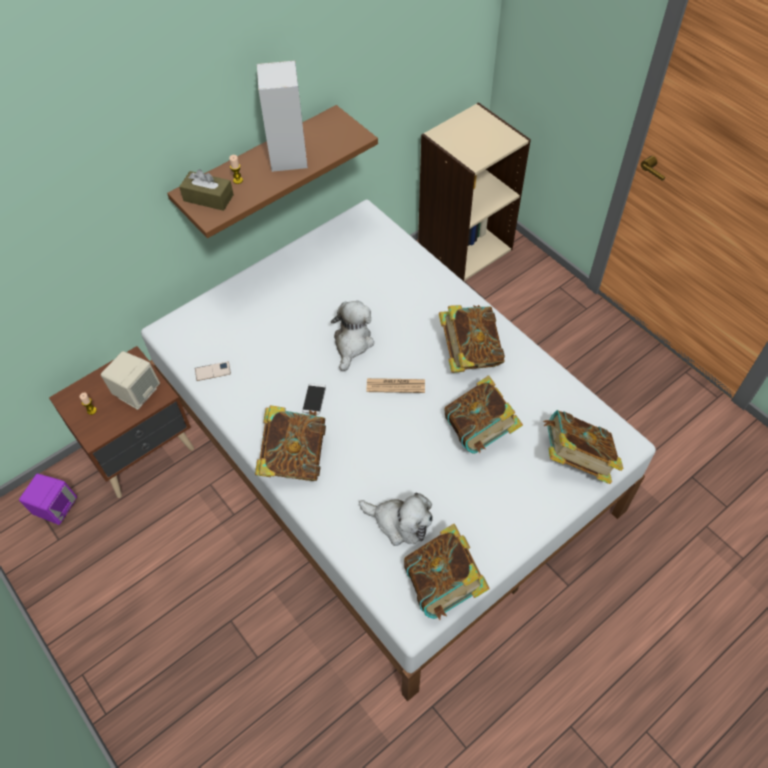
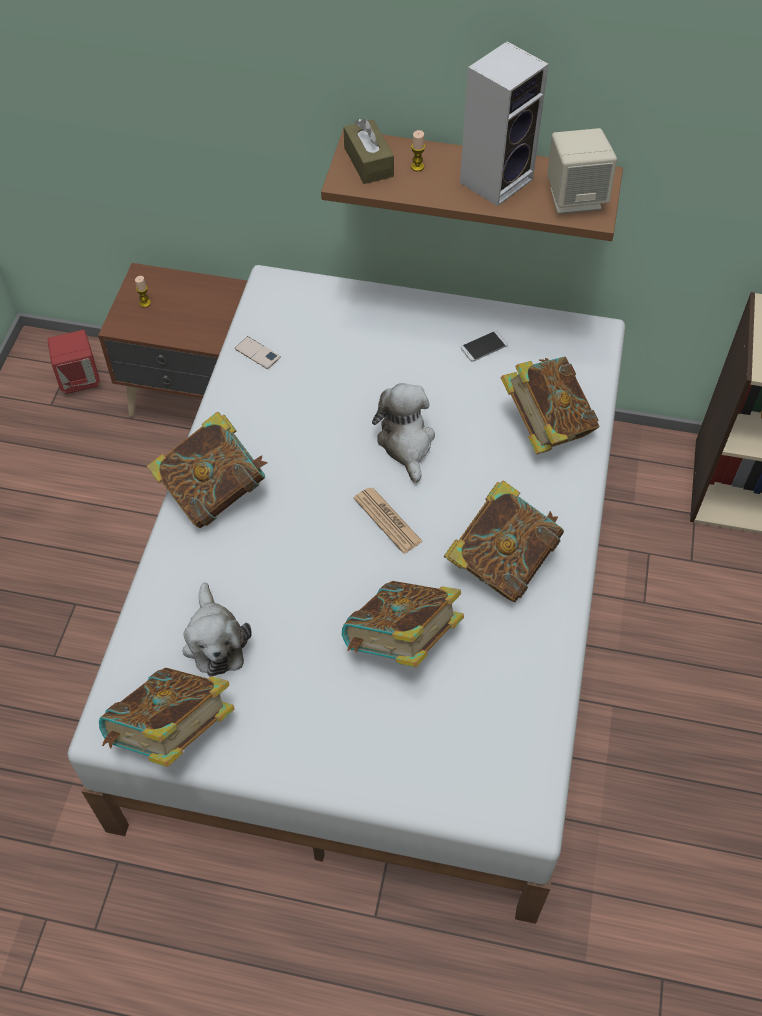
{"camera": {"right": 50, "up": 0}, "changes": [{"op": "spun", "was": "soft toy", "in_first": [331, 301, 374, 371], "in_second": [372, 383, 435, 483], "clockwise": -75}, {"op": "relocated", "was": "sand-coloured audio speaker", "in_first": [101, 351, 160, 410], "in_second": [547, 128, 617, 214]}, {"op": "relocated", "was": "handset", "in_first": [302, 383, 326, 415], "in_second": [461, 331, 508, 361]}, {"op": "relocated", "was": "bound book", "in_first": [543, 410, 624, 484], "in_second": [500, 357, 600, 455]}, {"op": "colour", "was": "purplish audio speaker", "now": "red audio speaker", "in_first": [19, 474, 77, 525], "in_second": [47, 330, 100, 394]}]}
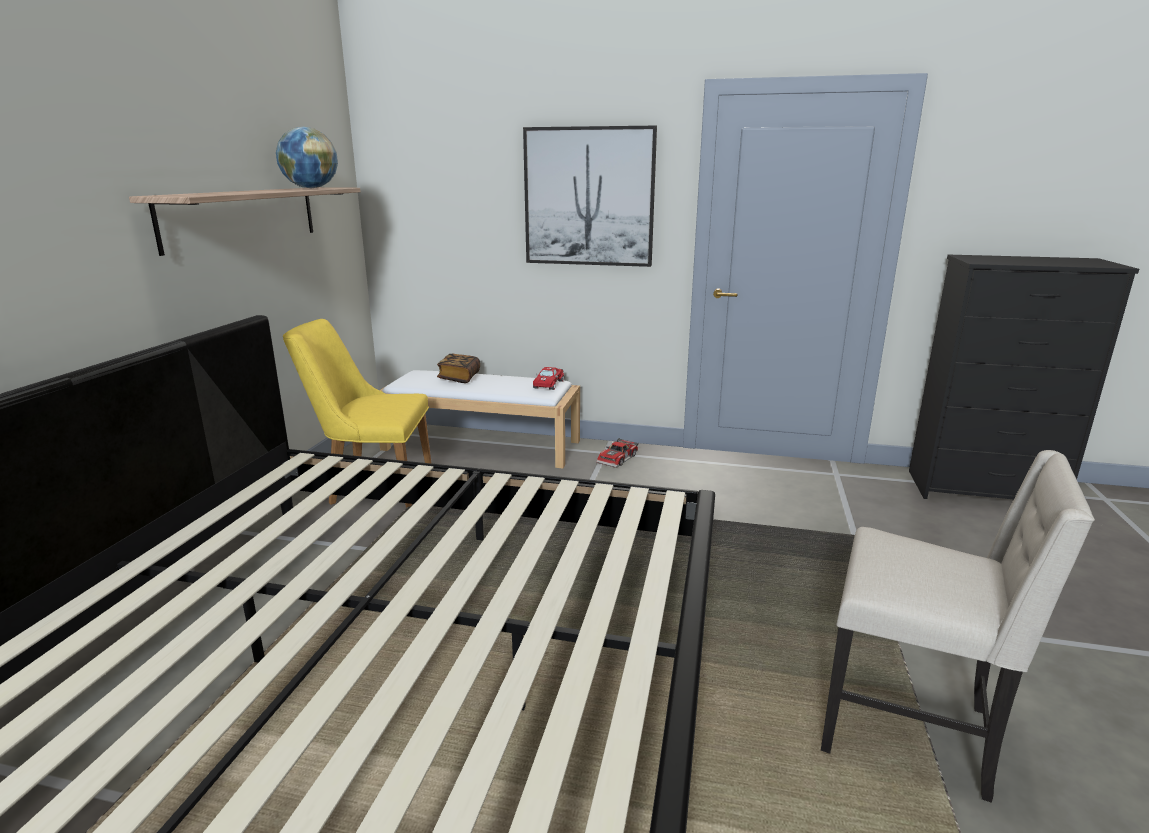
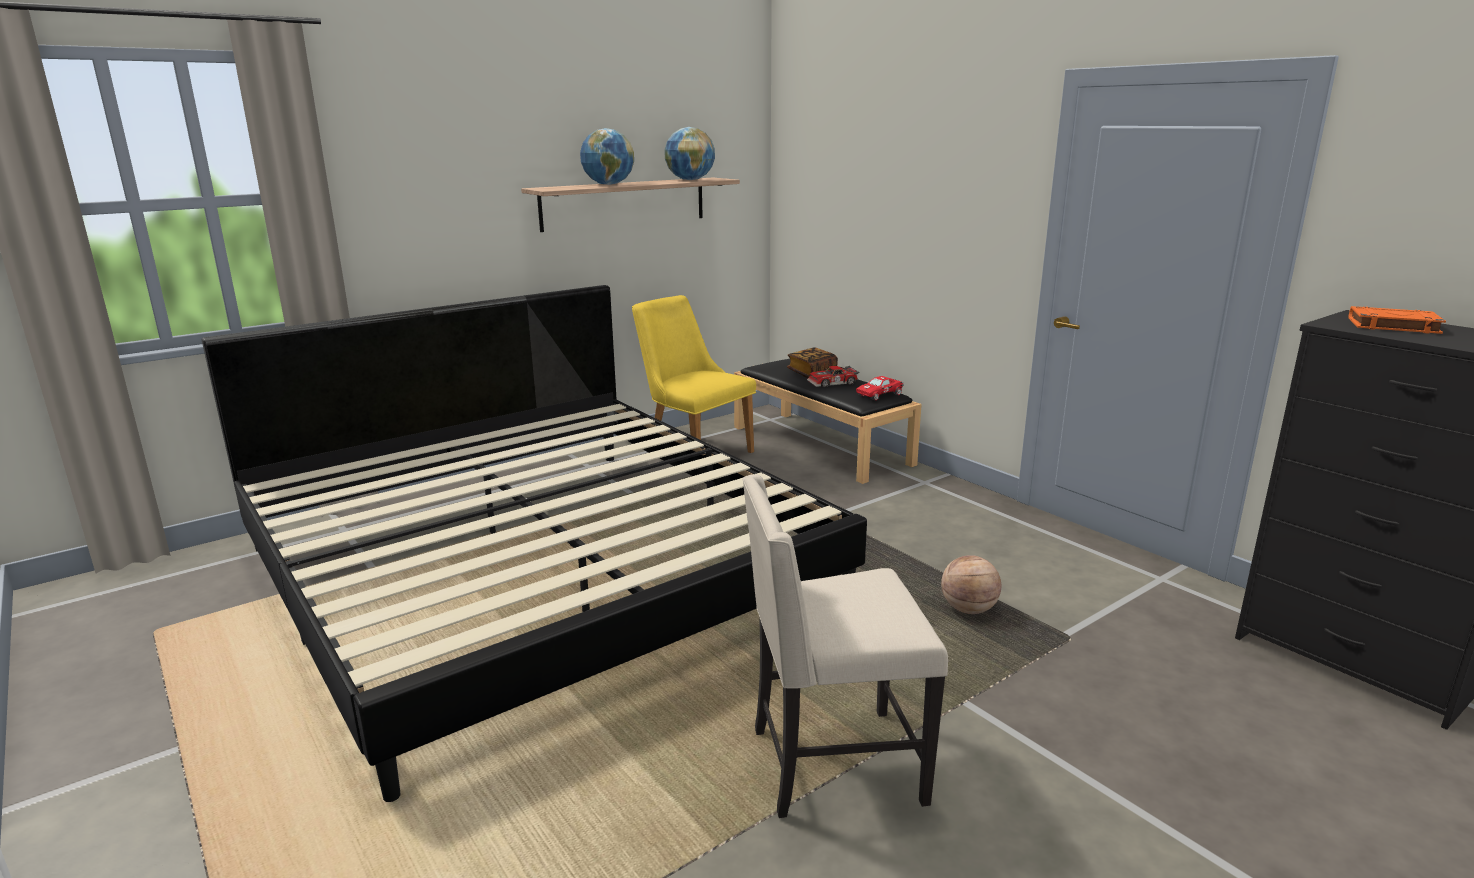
{"camera": {"right": 40, "up": 0}, "changes": [{"op": "missing", "was": "wall art", "in_first": [523, 126, 657, 267]}, {"op": "colour", "was": "white-coloured bench", "now": "blackish bench", "in_first": [379, 370, 580, 468], "in_second": [734, 359, 922, 484]}, {"op": "relocated", "was": "toy car", "in_first": [596, 438, 639, 468], "in_second": [807, 366, 860, 387]}, {"op": "spun", "was": "sand-coloured upright chair", "in_first": [821, 450, 1095, 803], "in_second": [742, 474, 948, 818], "clockwise": 105}, {"op": "appeared", "now": "globe", "in_second": [580, 128, 634, 185]}, {"op": "appeared", "now": "orangey bound book", "in_second": [1348, 306, 1446, 334]}, {"op": "appeared", "now": "basketball", "in_second": [941, 555, 1001, 614]}]}
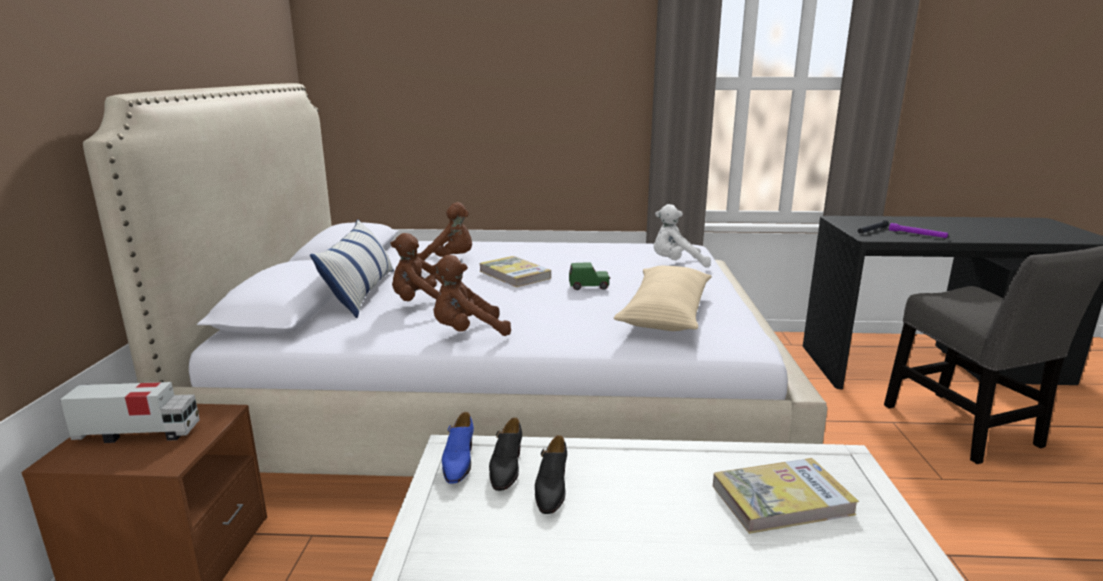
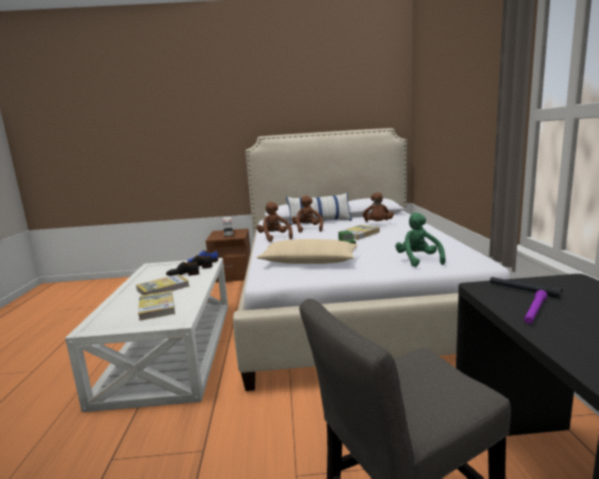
{"camera": {"right": 85, "up": -5}, "changes": [{"op": "colour", "was": "white-coloured soft toy", "now": "greenish soft toy", "in_first": [654, 204, 711, 268], "in_second": [395, 212, 446, 267]}, {"op": "appeared", "now": "bound book", "in_second": [136, 274, 189, 295]}]}
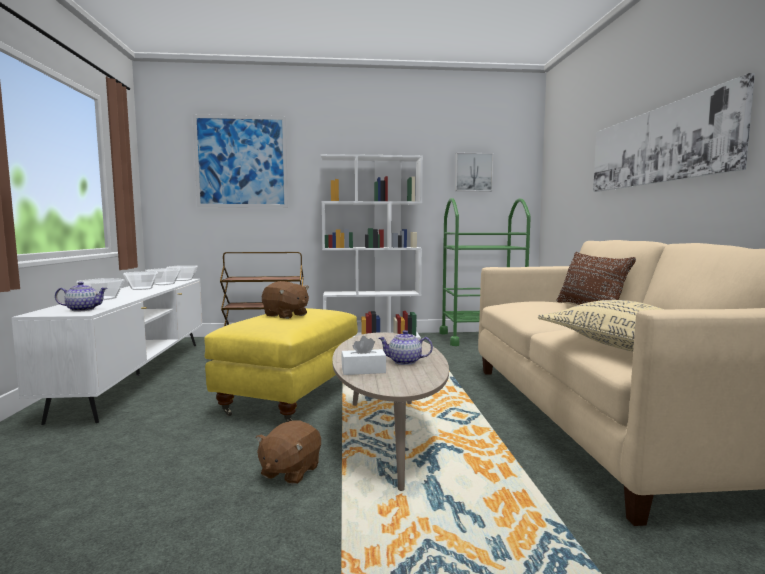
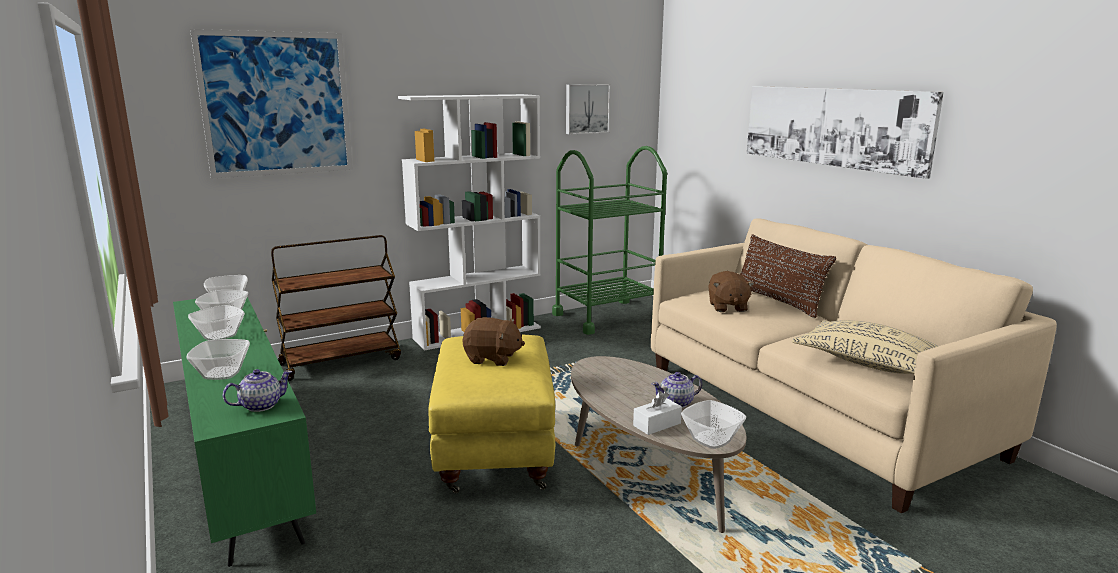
{"camera": {"right": -25, "up": 10}, "changes": [{"op": "colour", "was": "white-coloured tv unit", "now": "greenish tv unit", "in_first": [11, 279, 202, 425], "in_second": [173, 297, 316, 567]}, {"op": "relocated", "was": "brown-coloured soft toy", "in_first": [256, 420, 321, 485], "in_second": [708, 271, 754, 312]}, {"op": "appeared", "now": "bowl", "in_second": [681, 400, 746, 449]}]}
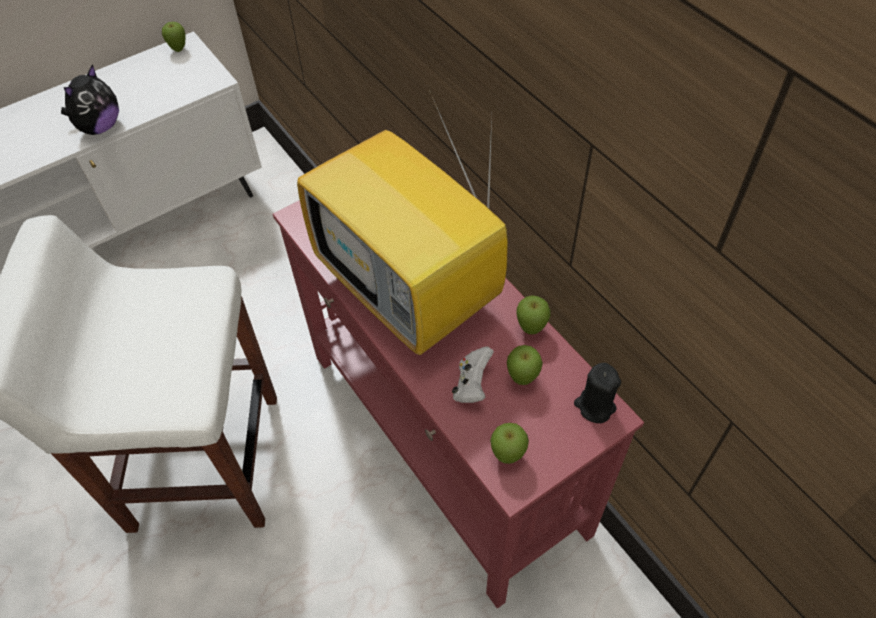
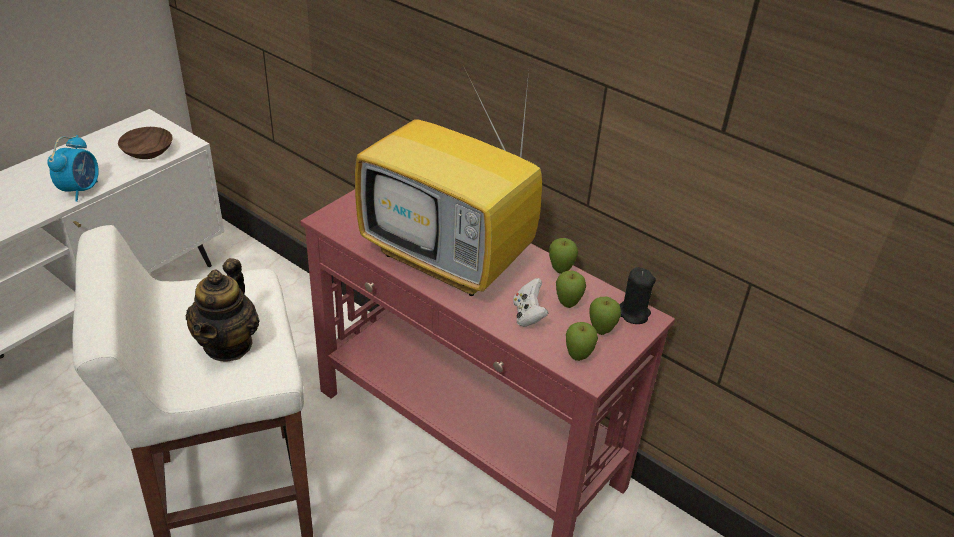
{"camera": {"right": -20, "up": -15}, "changes": [{"op": "relocated", "was": "whole apple", "in_first": [162, 22, 186, 52], "in_second": [590, 297, 621, 335]}, {"op": "exchanged", "was": "soft toy", "now": "table clock", "in_first": [61, 64, 119, 135], "in_second": [47, 135, 99, 202]}, {"op": "appeared", "now": "brown-coloured bowl", "in_second": [118, 127, 173, 159]}, {"op": "appeared", "now": "pot for tea", "in_second": [185, 258, 260, 362]}]}
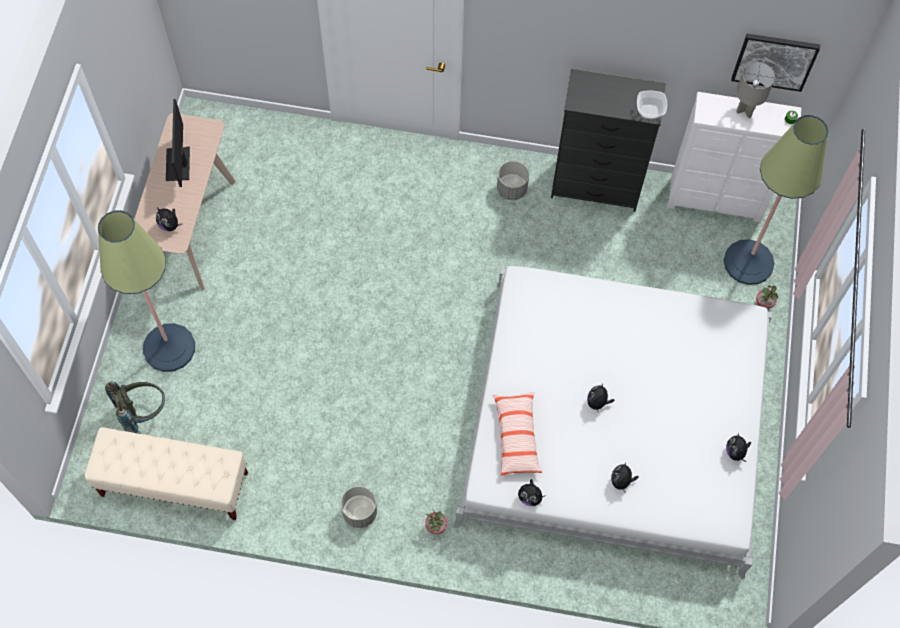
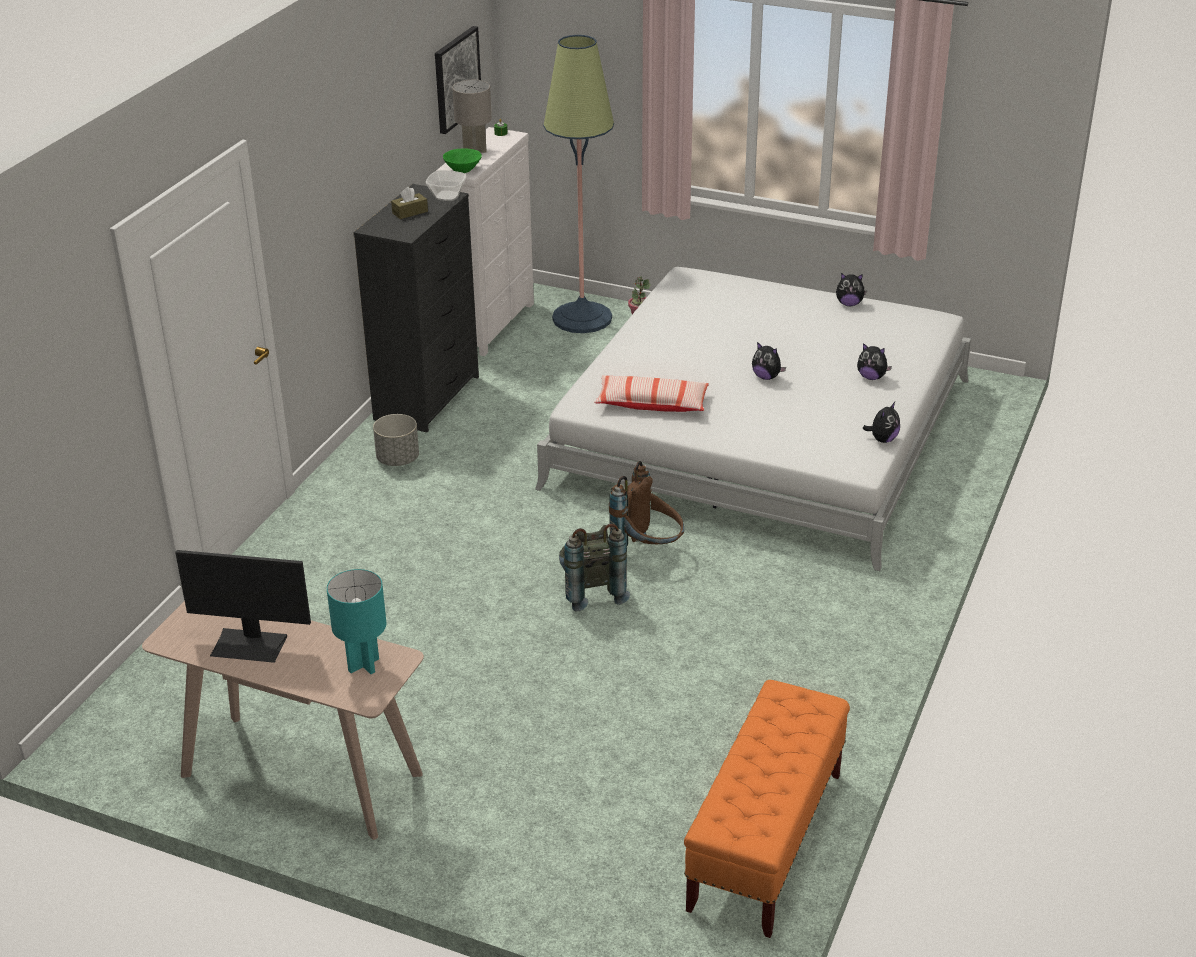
{"camera": {"right": -75, "up": -30}, "changes": [{"op": "exchanged", "was": "soft toy", "now": "blue-green lamp for a table", "in_first": [156, 208, 182, 231], "in_second": [327, 569, 387, 674]}, {"op": "missing", "was": "standing lamp", "in_first": [98, 210, 195, 372]}, {"op": "relocated", "was": "greyish knapsack", "in_first": [105, 381, 165, 434], "in_second": [559, 523, 630, 612]}, {"op": "relocated", "was": "pillow", "in_first": [493, 392, 542, 476], "in_second": [594, 375, 709, 412]}, {"op": "colour", "was": "sand-coloured bench", "now": "orangey bench", "in_first": [85, 427, 248, 520], "in_second": [684, 680, 850, 938]}, {"op": "missing", "was": "greyish plant pot", "in_first": [341, 486, 377, 528]}, {"op": "missing", "was": "houseplant", "in_first": [425, 510, 447, 534]}, {"op": "appeared", "now": "greenish bowl", "in_second": [443, 149, 482, 173]}, {"op": "appeared", "now": "brown-coloured tissue holder", "in_second": [391, 187, 428, 219]}, {"op": "appeared", "now": "brown-coloured knapsack", "in_second": [609, 461, 684, 546]}]}
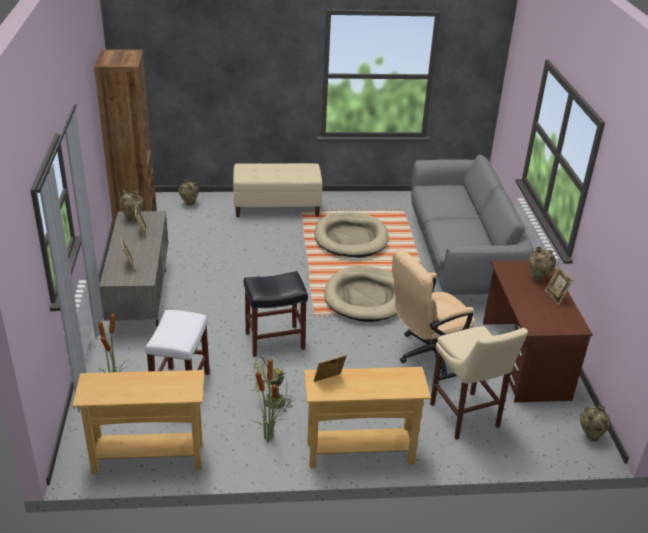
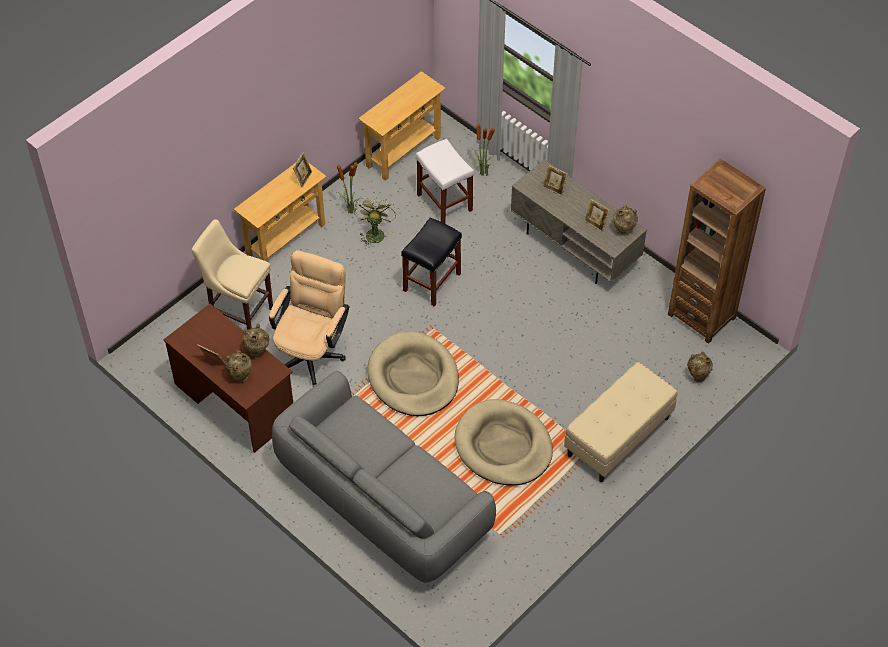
{"camera": {"right": 140, "up": 20}, "changes": [{"op": "relocated", "was": "sand-coloured decorative vase", "in_first": [580, 405, 611, 441], "in_second": [243, 324, 269, 357]}]}
